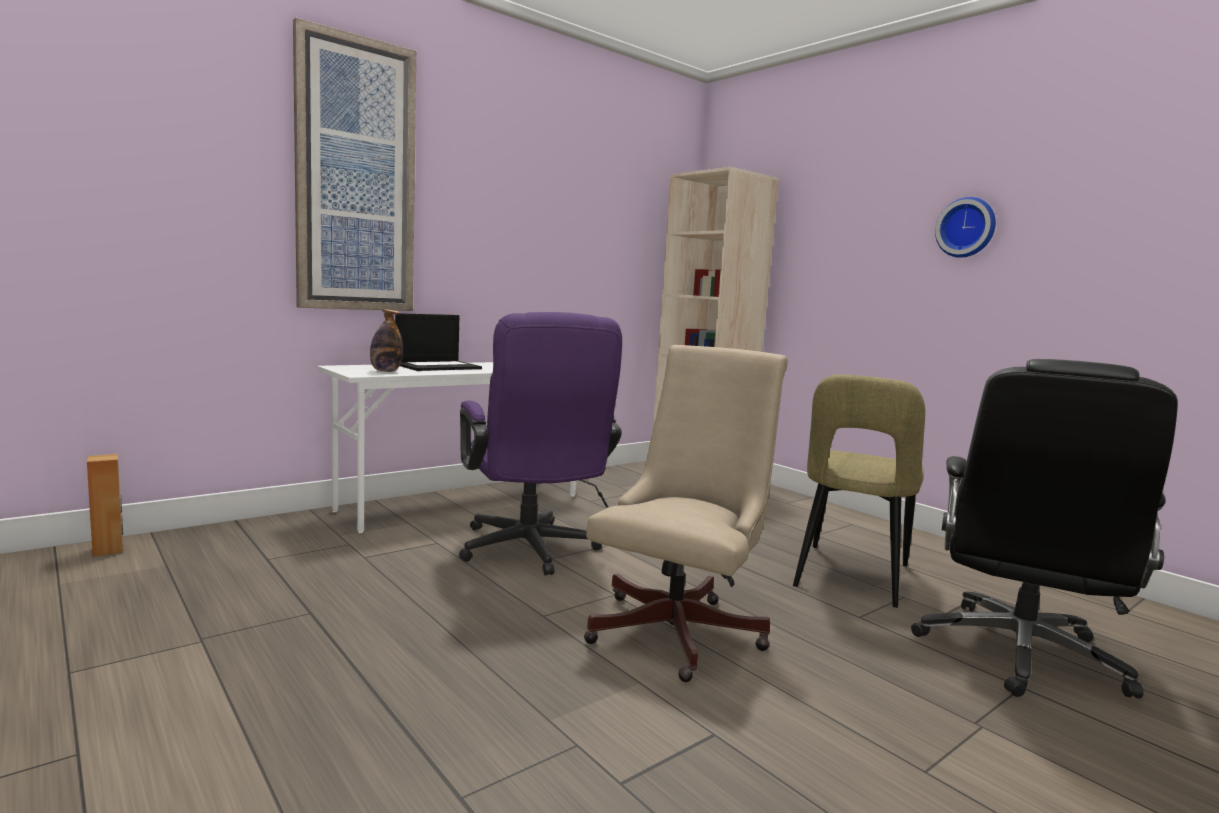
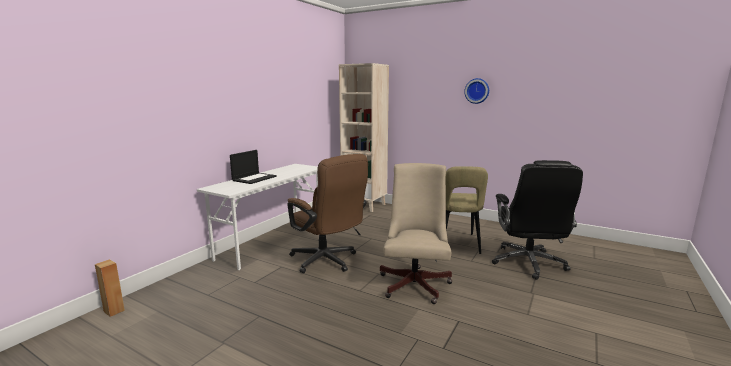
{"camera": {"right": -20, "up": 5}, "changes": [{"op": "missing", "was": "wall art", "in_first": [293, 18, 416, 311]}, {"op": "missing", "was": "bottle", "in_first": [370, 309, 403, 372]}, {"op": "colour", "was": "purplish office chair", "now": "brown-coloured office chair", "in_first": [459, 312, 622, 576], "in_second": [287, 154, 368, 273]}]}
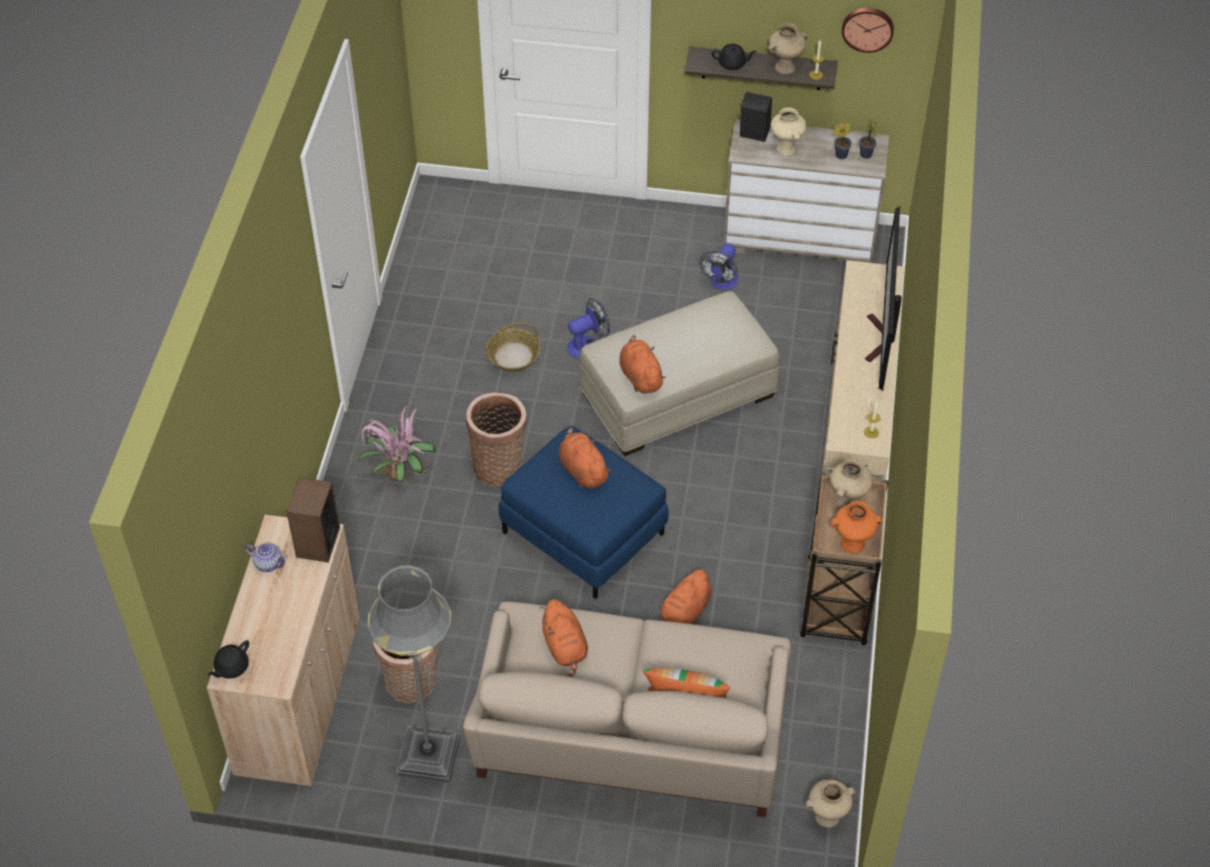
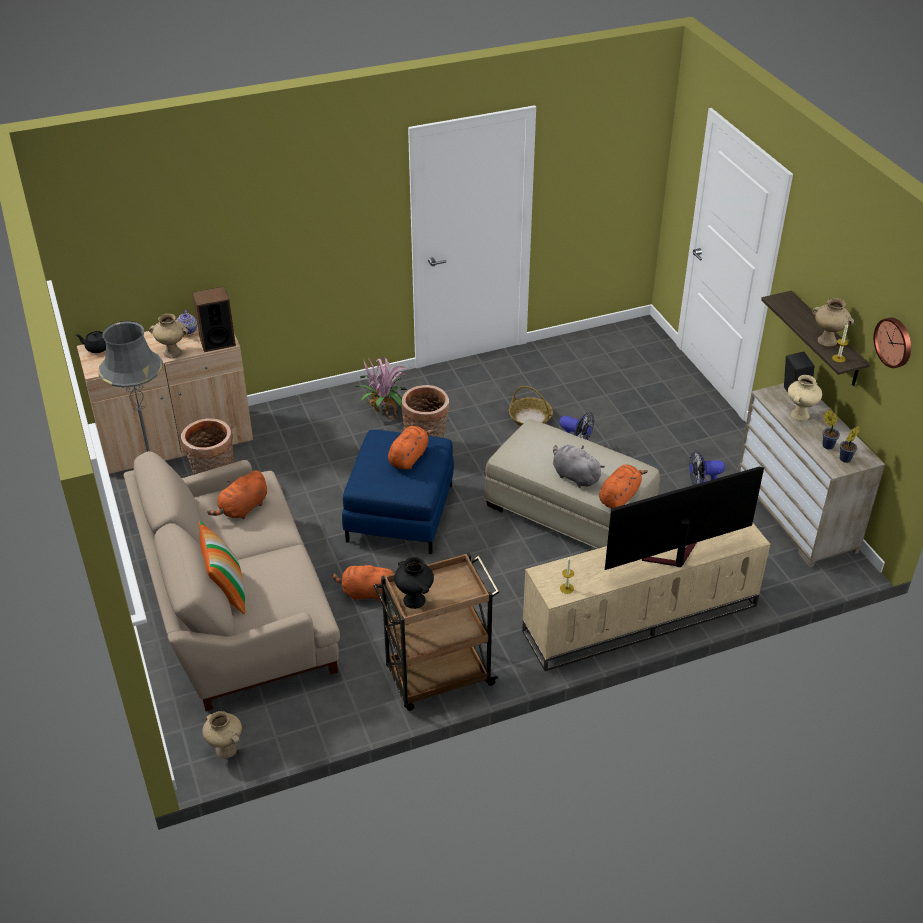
{"camera": {"right": 60, "up": -10}, "changes": [{"op": "missing", "was": "blackish pot for tea", "in_first": [712, 44, 757, 70]}, {"op": "relocated", "was": "orangey soft toy", "in_first": [620, 335, 666, 394], "in_second": [599, 465, 648, 508]}, {"op": "relocated", "was": "sand-coloured decorative vase", "in_first": [830, 459, 873, 508], "in_second": [149, 314, 188, 358]}, {"op": "colour", "was": "orangey decorative vase", "now": "blackish decorative vase", "in_first": [831, 501, 882, 553], "in_second": [394, 557, 434, 609]}, {"op": "appeared", "now": "greyish soft toy", "in_second": [553, 445, 605, 488]}]}
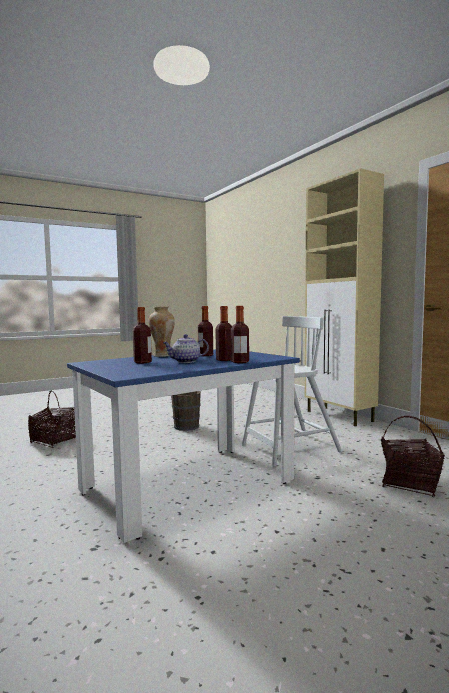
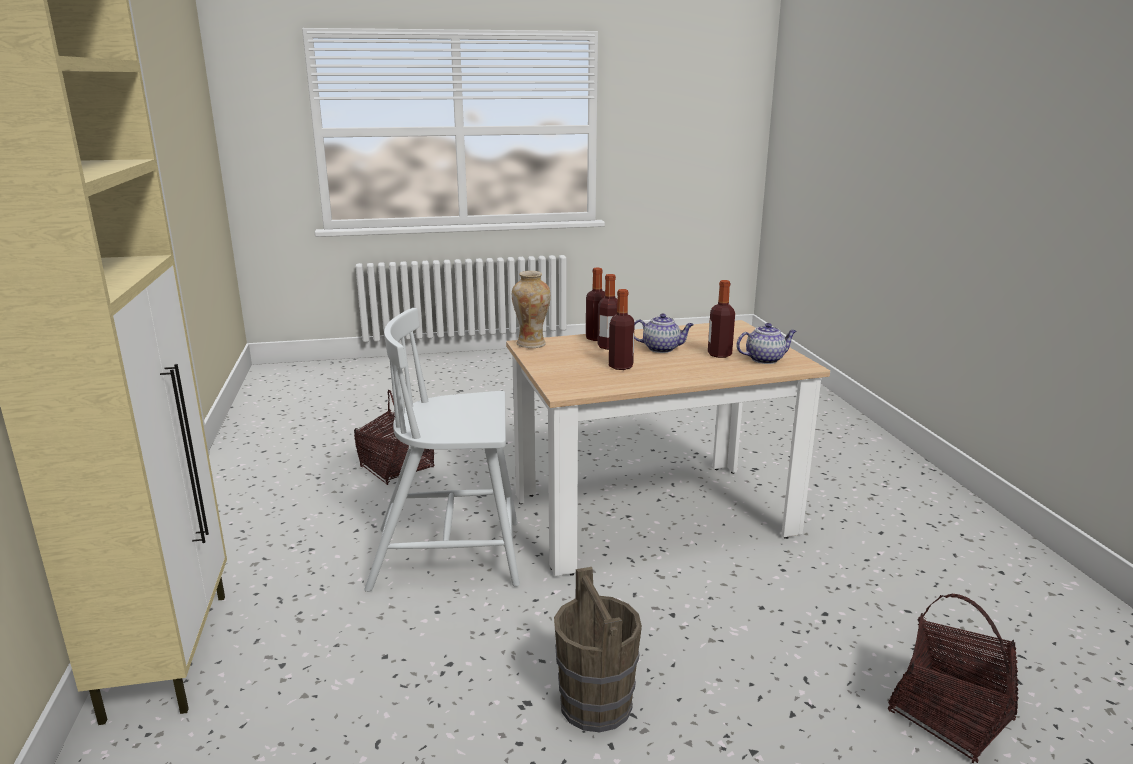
{"camera": {"right": -160, "up": 15}, "changes": [{"op": "relocated", "was": "decorative vase", "in_first": [148, 307, 175, 357], "in_second": [512, 271, 551, 348]}, {"op": "colour", "was": "blue dining table", "now": "sand-coloured dining table", "in_first": [67, 349, 300, 543], "in_second": [506, 320, 830, 576]}, {"op": "appeared", "now": "pot for tea", "in_second": [736, 323, 797, 364]}]}
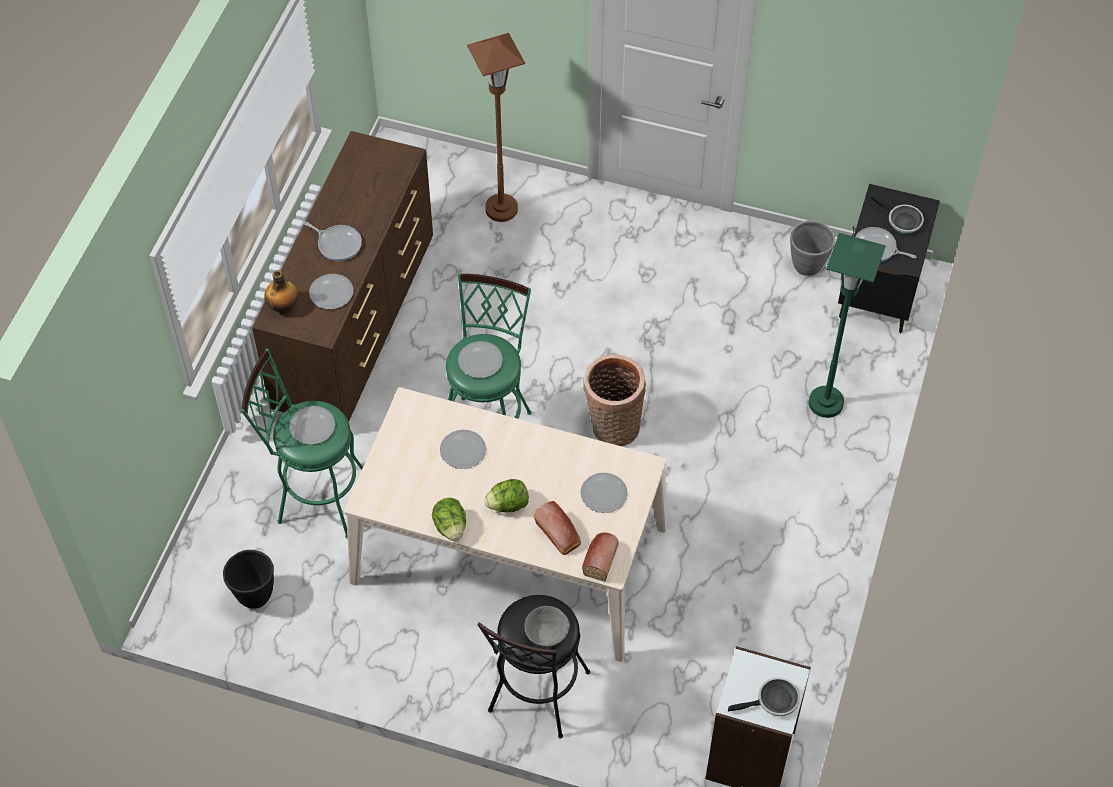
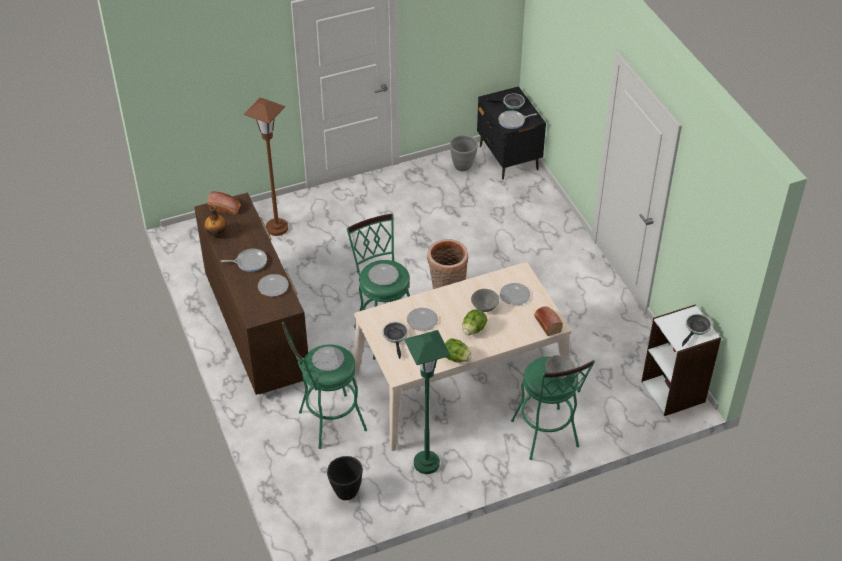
{"camera": {"right": -40, "up": -10}, "changes": [{"op": "relocated", "was": "greenish standing lamp", "in_first": [809, 233, 886, 418], "in_second": [404, 330, 451, 474]}, {"op": "relocated", "was": "bottle", "in_first": [265, 270, 298, 314], "in_second": [204, 206, 227, 238]}, {"op": "relocated", "was": "bread", "in_first": [534, 501, 581, 555], "in_second": [207, 192, 241, 215]}, {"op": "colour", "was": "blackish stool", "now": "greenish stool", "in_first": [477, 595, 590, 738], "in_second": [511, 356, 595, 460]}, {"op": "appeared", "now": "greyish bowl", "in_second": [471, 289, 499, 312]}, {"op": "appeared", "now": "skillet", "in_second": [382, 322, 408, 359]}]}
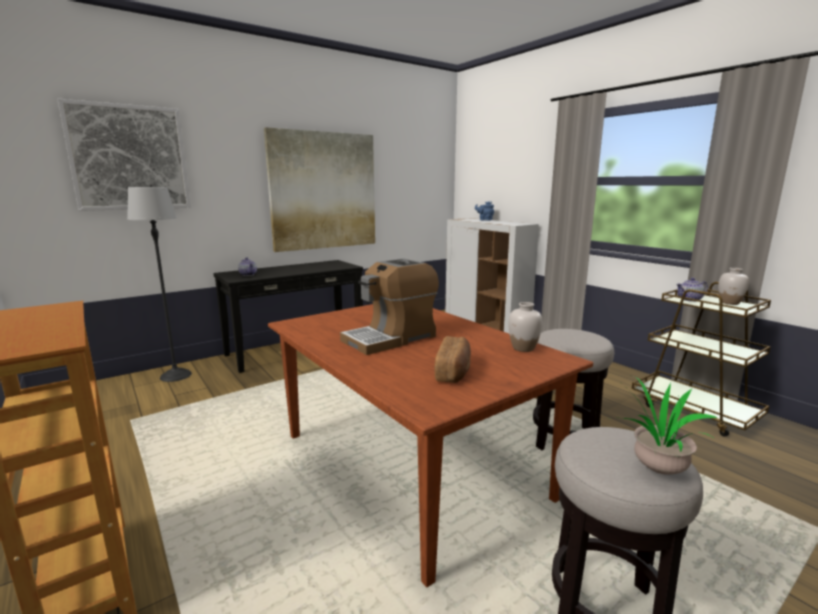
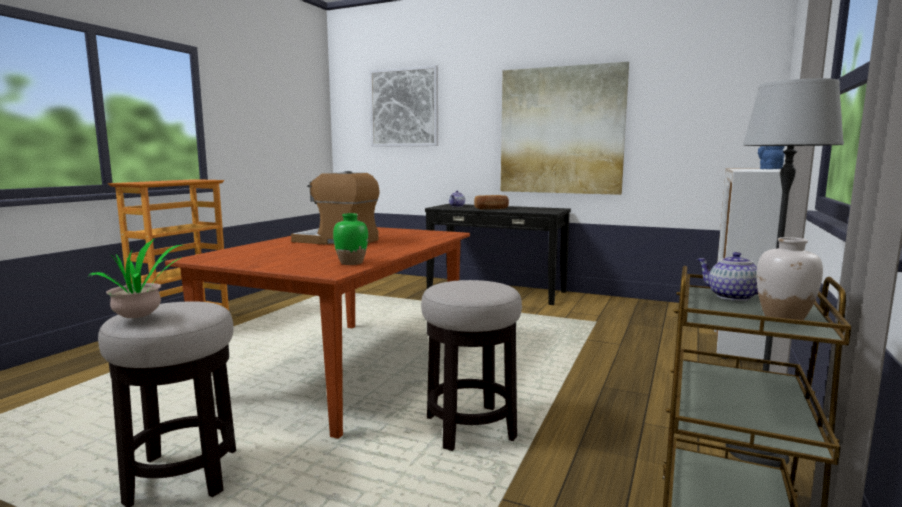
{"camera": {"right": 60, "up": -5}, "changes": [{"op": "relocated", "was": "standing lamp", "in_first": [127, 187, 192, 382], "in_second": [726, 78, 844, 467]}, {"op": "colour", "was": "white-coloured decorative vase", "now": "greenish decorative vase", "in_first": [508, 302, 542, 352], "in_second": [333, 213, 368, 265]}, {"op": "relocated", "was": "bread", "in_first": [435, 336, 471, 383], "in_second": [474, 195, 509, 209]}]}
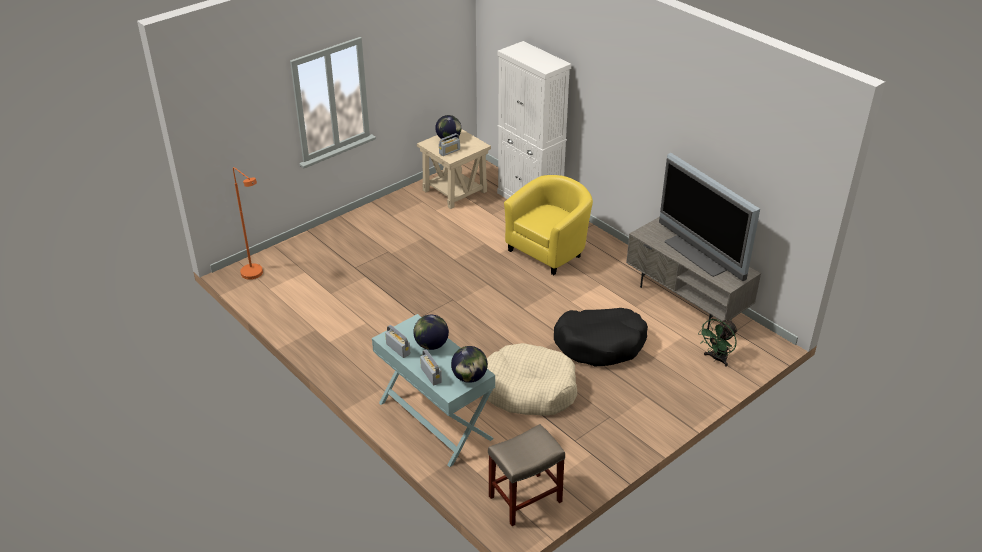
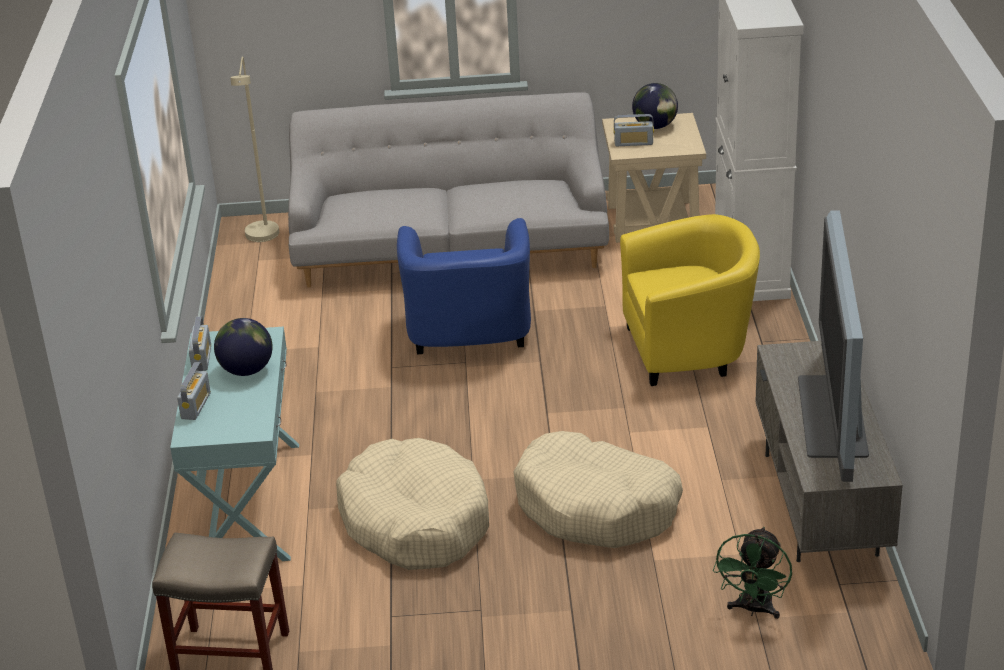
{"camera": {"right": 40, "up": -5}, "changes": [{"op": "colour", "was": "orangey standing lamp", "now": "sand-coloured standing lamp", "in_first": [233, 167, 263, 280], "in_second": [230, 56, 279, 242]}, {"op": "colour", "was": "blackish dog cushion", "now": "sand-coloured dog cushion", "in_first": [554, 308, 648, 366], "in_second": [514, 431, 683, 548]}, {"op": "spun", "was": "greenish cooling fan", "in_first": [698, 319, 738, 366], "in_second": [713, 527, 792, 619], "clockwise": -60}, {"op": "missing", "was": "globe", "in_first": [451, 346, 488, 383]}, {"op": "appeared", "now": "greyish couch", "in_second": [288, 92, 609, 288]}, {"op": "appeared", "now": "blue lounge chair", "in_second": [397, 218, 531, 355]}]}
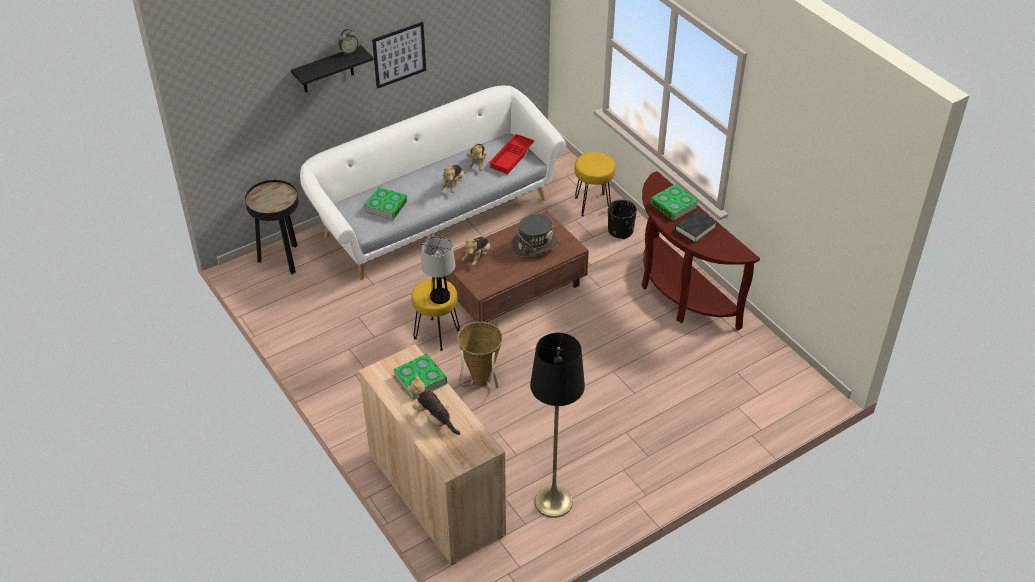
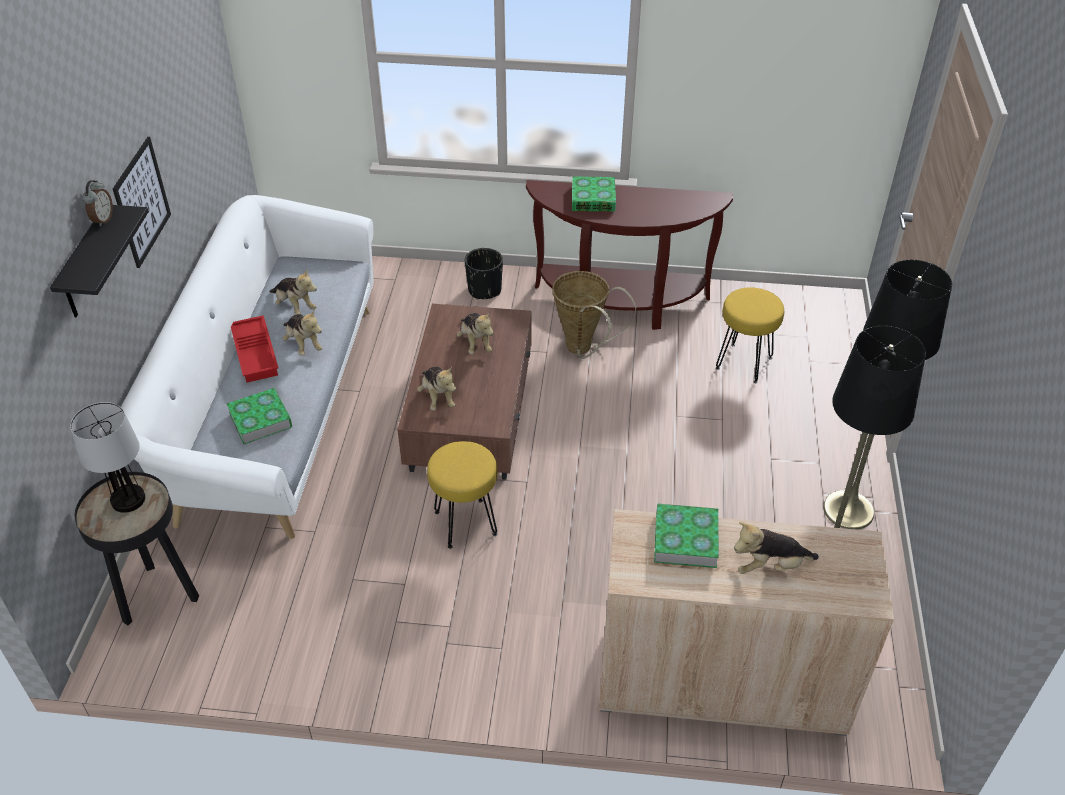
{"camera": {"right": -50, "up": 0}, "changes": [{"op": "relocated", "was": "red serving tray", "in_first": [489, 134, 535, 174], "in_second": [231, 315, 278, 383]}, {"op": "relocated", "was": "yellow-coloured stool", "in_first": [574, 152, 616, 216], "in_second": [716, 287, 784, 383]}, {"op": "missing", "was": "blackish bound book", "in_first": [675, 210, 717, 243]}, {"op": "exchanged", "was": "greyish hat", "now": "soft toy", "in_first": [512, 214, 559, 257], "in_second": [457, 312, 493, 354]}, {"op": "relocated", "was": "lamp for a table", "in_first": [421, 236, 456, 304], "in_second": [70, 402, 145, 513]}, {"op": "relocated", "was": "storage basket", "in_first": [457, 322, 503, 389], "in_second": [552, 271, 636, 359]}, {"op": "appeared", "now": "blackish standing lamp", "in_second": [823, 260, 952, 530]}]}
